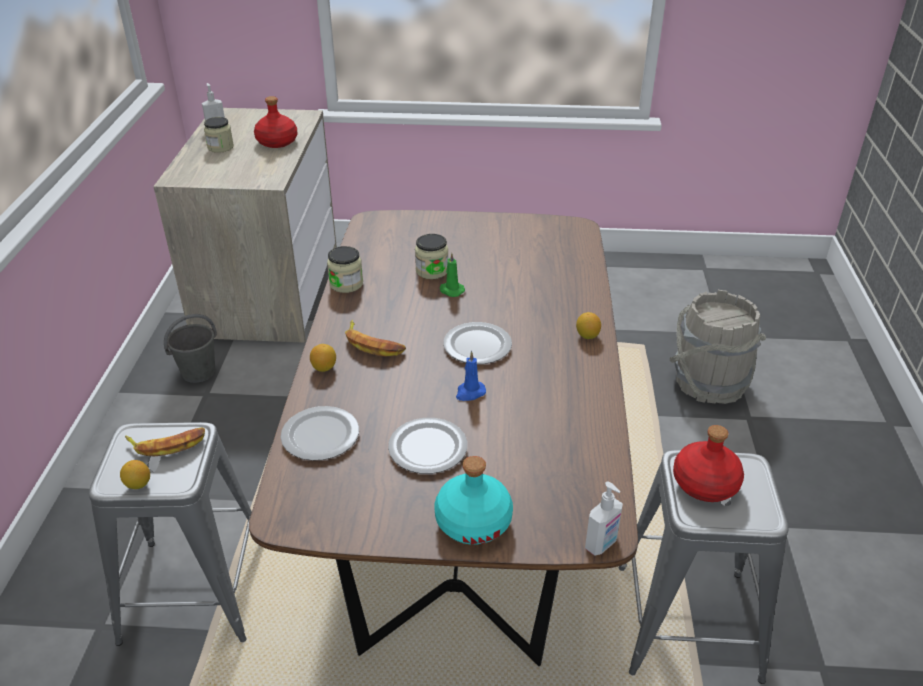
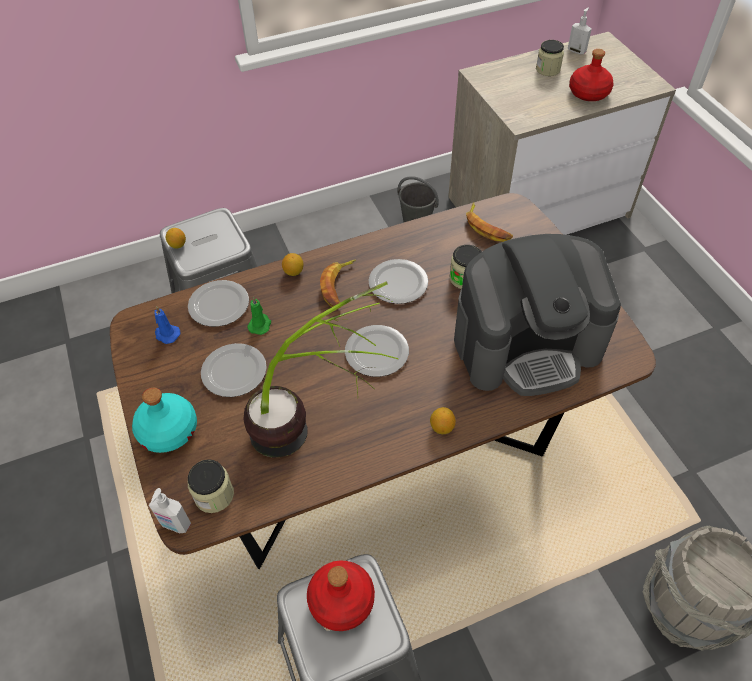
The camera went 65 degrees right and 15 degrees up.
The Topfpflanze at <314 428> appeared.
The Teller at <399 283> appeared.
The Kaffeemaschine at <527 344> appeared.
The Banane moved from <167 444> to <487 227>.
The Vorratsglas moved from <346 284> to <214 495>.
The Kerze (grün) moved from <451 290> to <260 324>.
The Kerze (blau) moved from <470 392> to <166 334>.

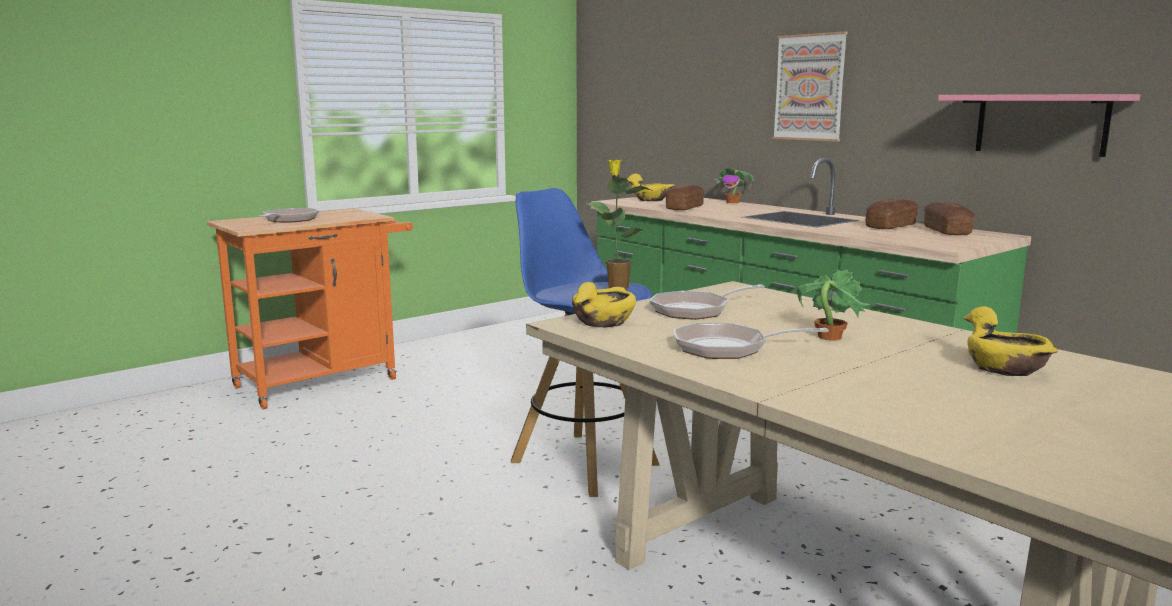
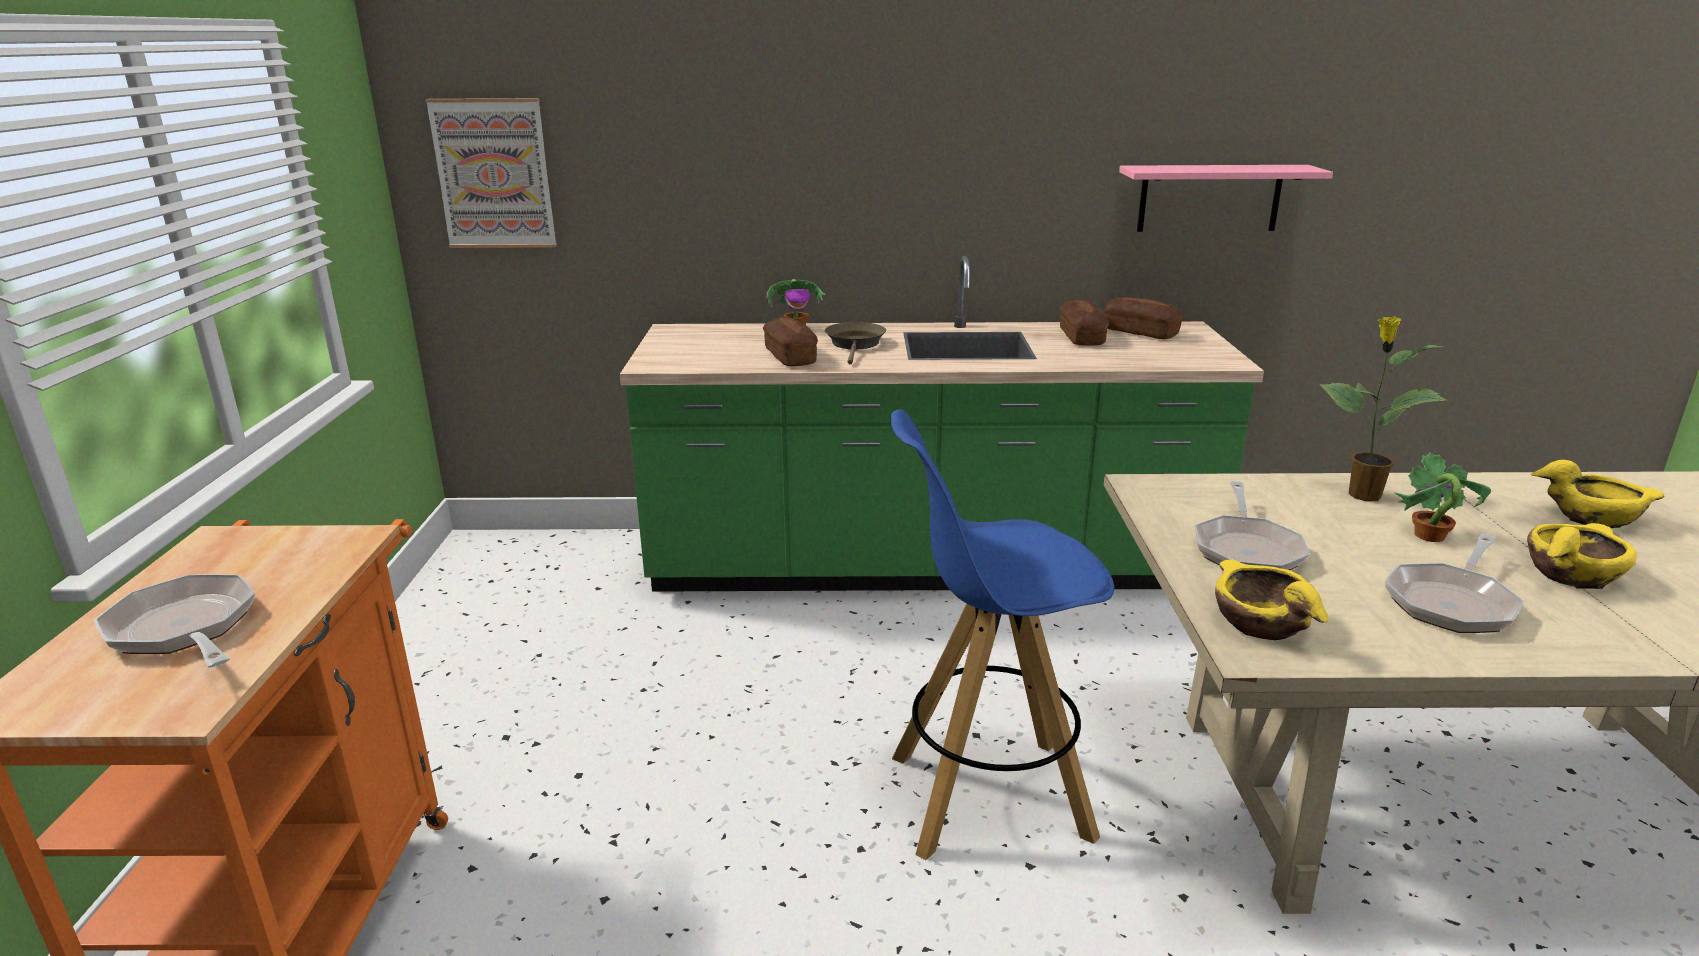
The camera went 50 degrees left and 10 degrees up.
The Pfanne (braun) at <855 345> appeared.
The Topfpflanze moved from <617 287> to <1362 495>.
The Schüssel (gelb) moved from <651 200> to <1570 574>.
The Bild moved from <810 87> to <494 174>.

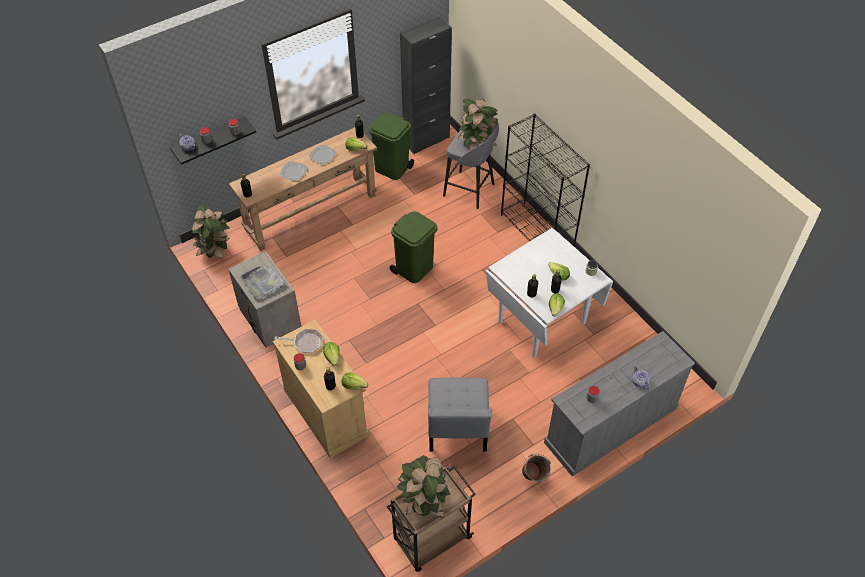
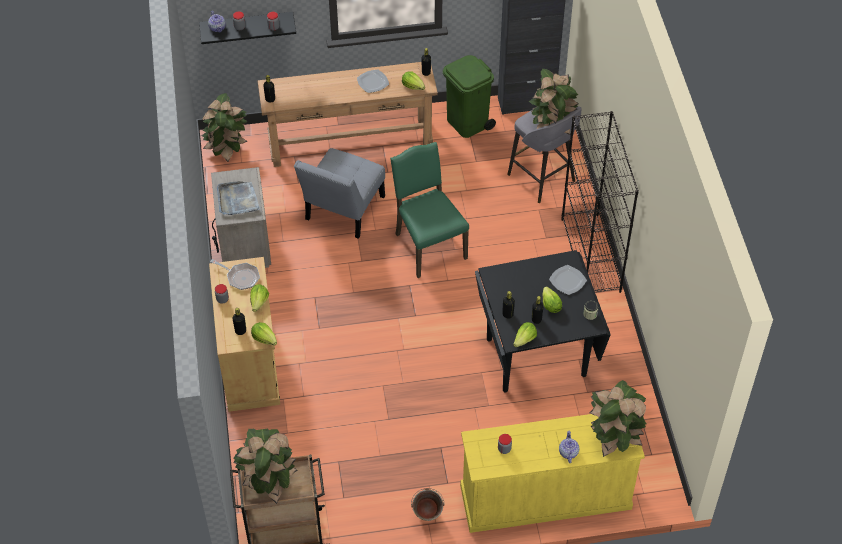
The camera went 25 degrees right and 0 degrees up.
The Topfpflanze at <613 438> appeared.
The Teller moved from <293 171> to <567 280>.
The Stuhl (grau) moved from <457 430> to <342 211>.
The Mülleimer (grün) at <414 268> was replaced by the Stuhl (grün) at <428 245>.
The Esstisch (weiß) at <542 322> became the Esstisch (schwarz) at <536 357>.
The Kommode (grau) at <610 426> became the Kommode (gelb) at <544 497>.

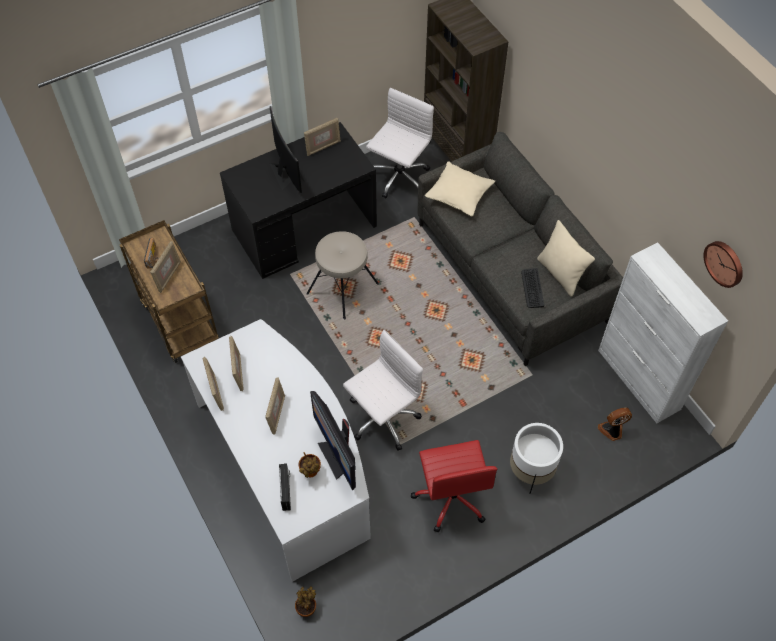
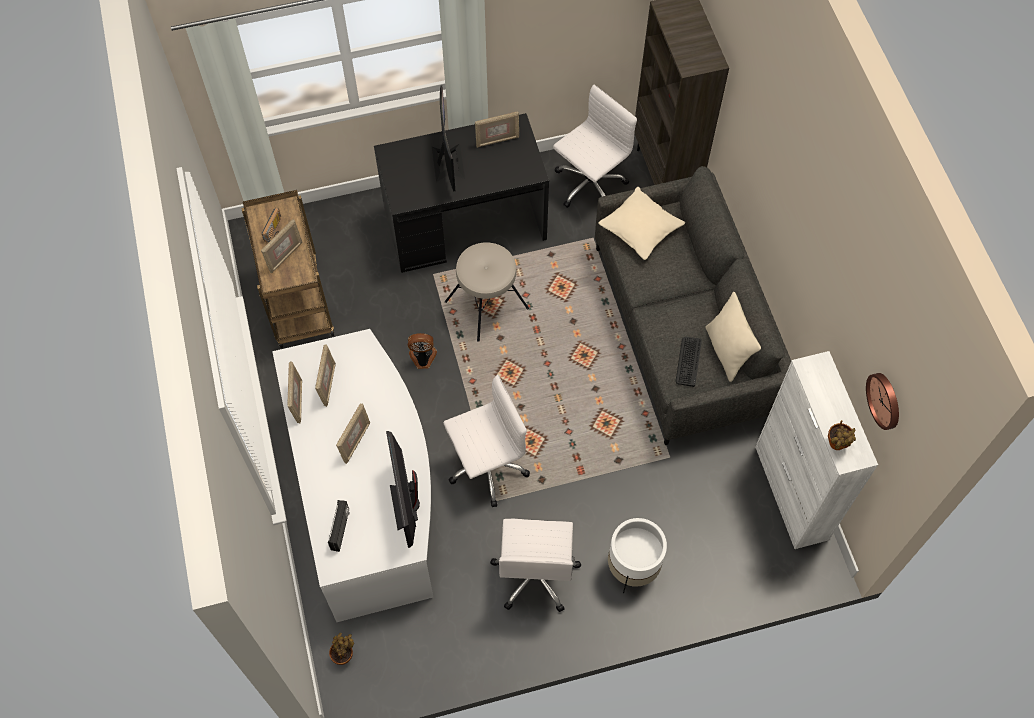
The camera went 15 degrees right and 5 degrees up.
The Topfpflanze moved from <310 473> to <836 445>.
The Ventilator moved from <612 430> to <423 358>.
The Bürostuhl (rot) at <452 497> became the Bürostuhl (weiß) at <535 574>.

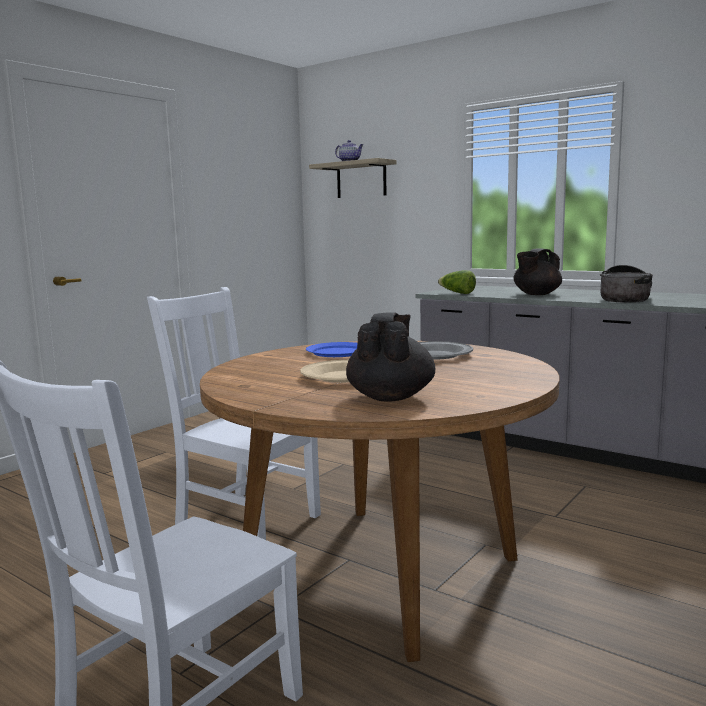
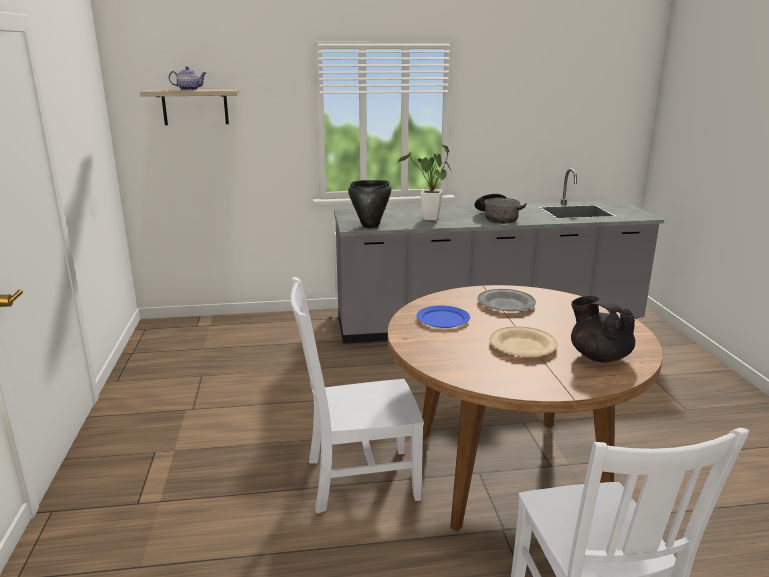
The camera went 45 degrees left and 10 degrees up.
The Salatkopf at <457 293> was replaced by the Kochtopf (schwarz) at <370 226>.
The Teekanne (schwarz) at <536 294> was replaced by the Topfpflanze at <430 219>.

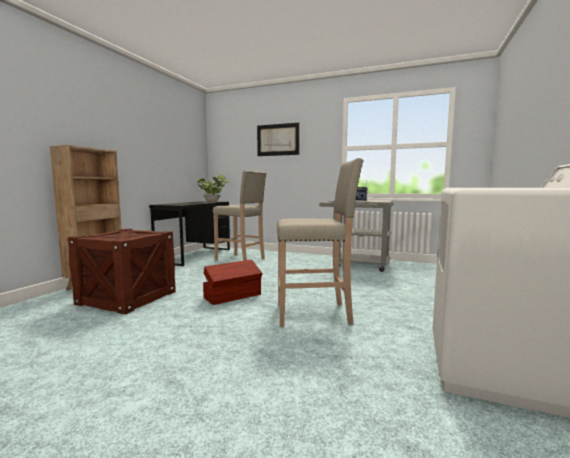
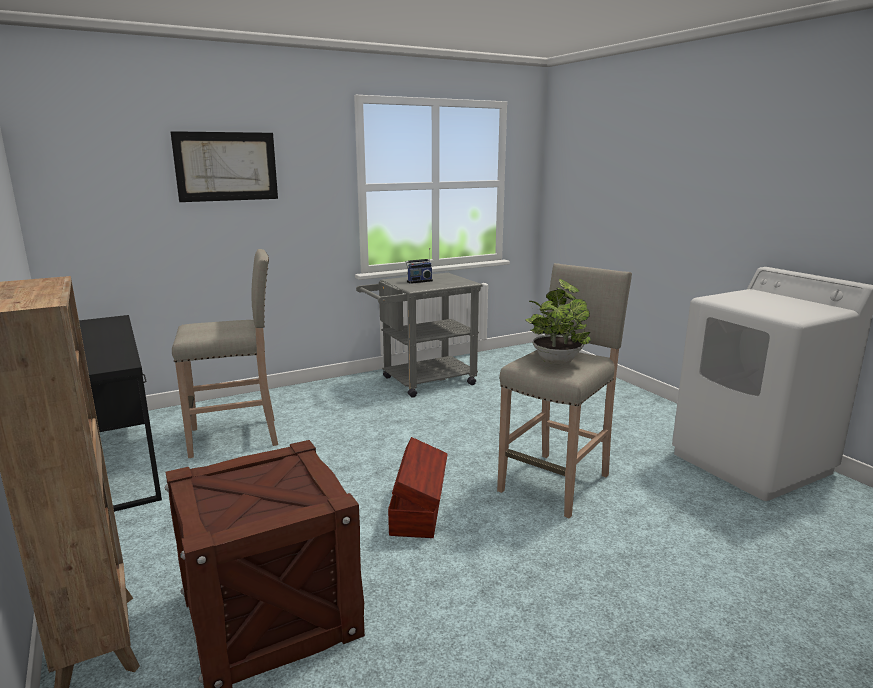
The camera went 50 degrees left and 10 degrees up.
The Topfpflanze moved from <213 201> to <556 360>.

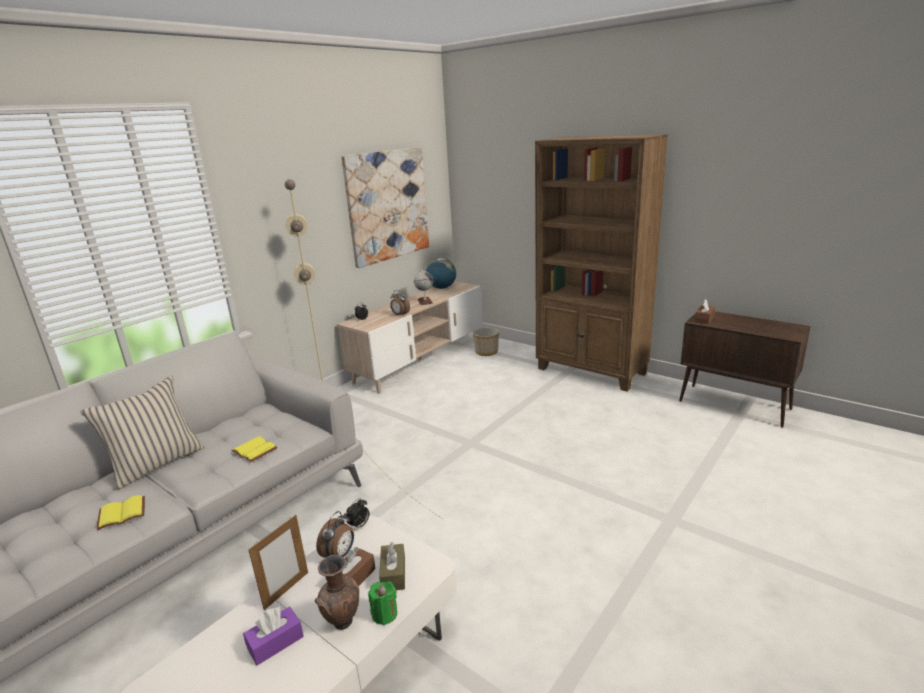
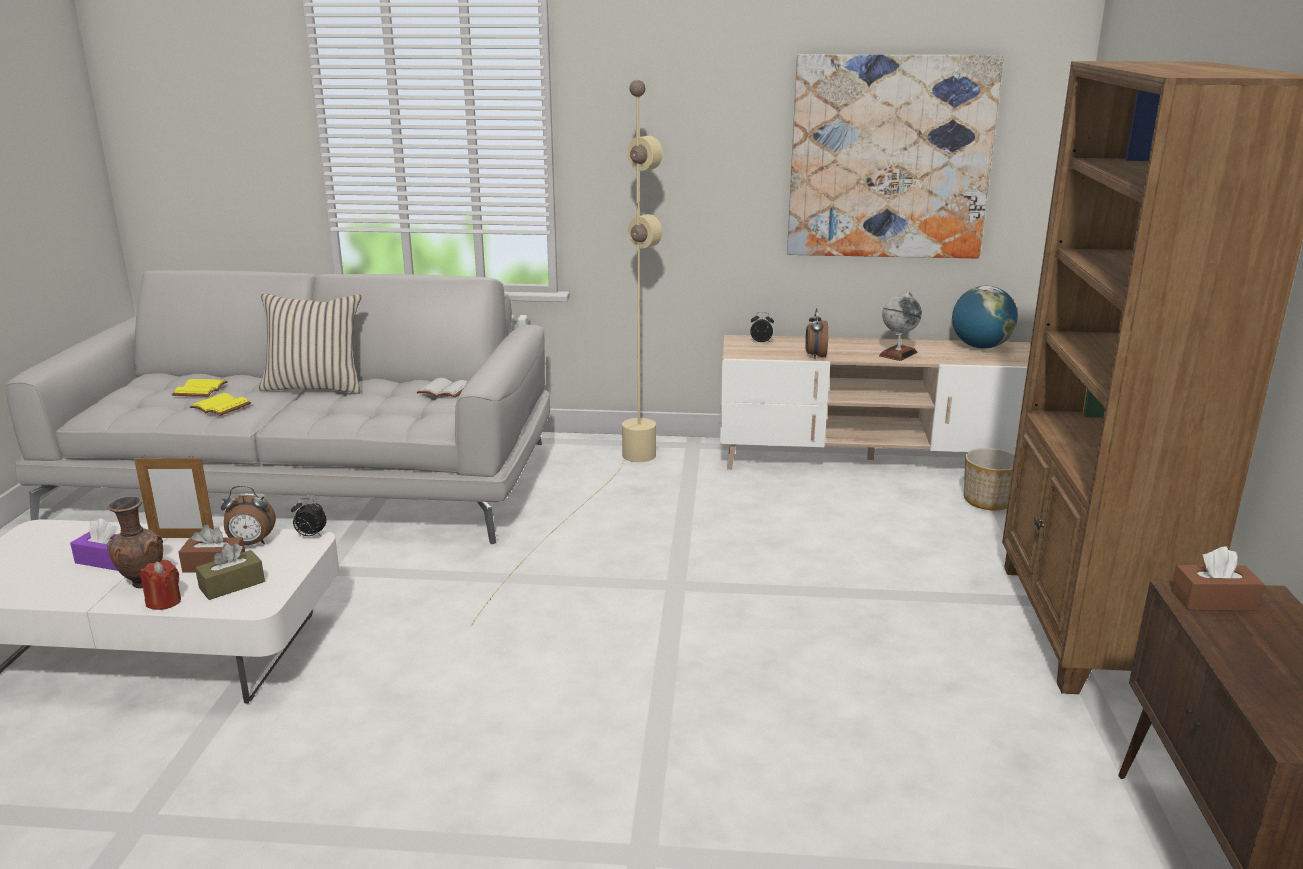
The camera went 55 degrees right and 0 degrees up.
The Buch (weiß) at <443 391> appeared.
The Buch (gelb) moved from <253 450> to <199 389>.
The Kerze (grün) at <384 614> became the Kerze (rot) at <164 602>.

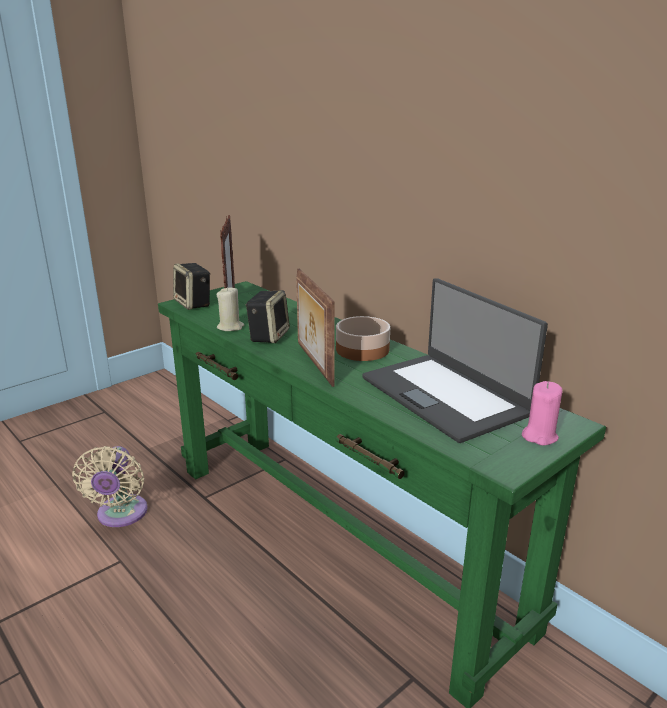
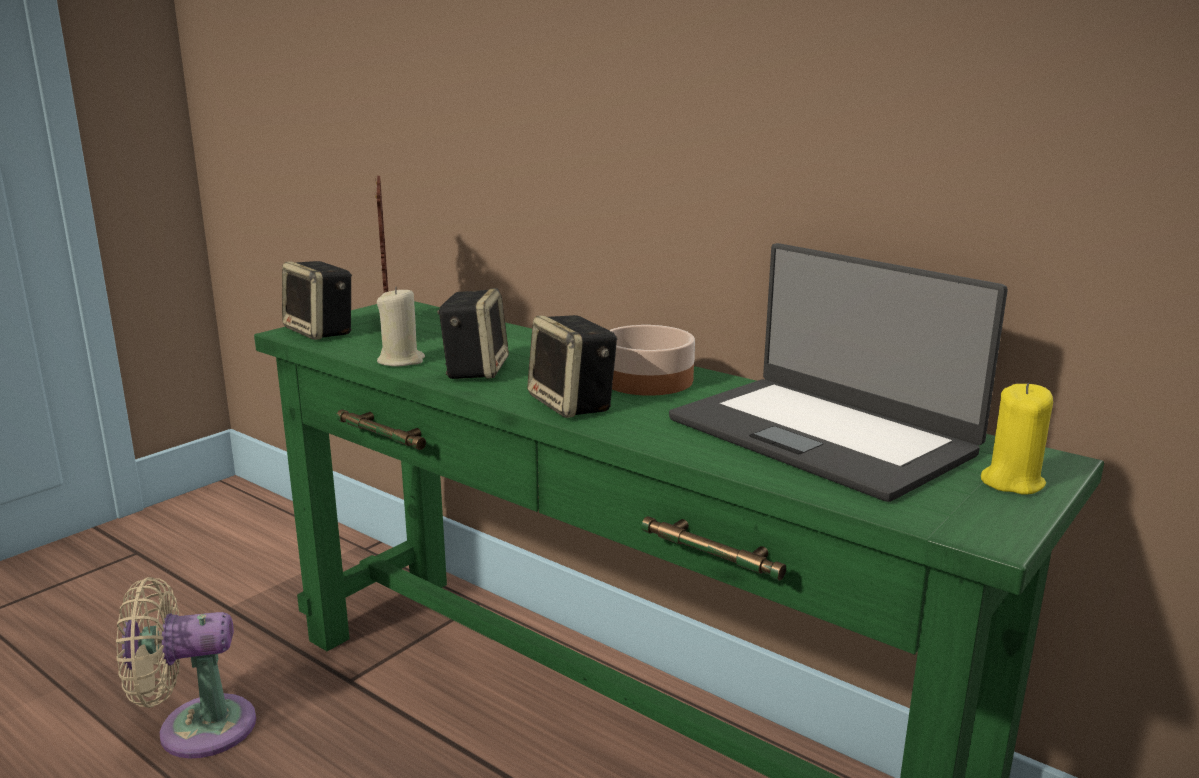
The camera went 10 degrees left and 5 degrees down.
The Bilderrahmen at <313 364> was replaced by the Lautsprecher at <573 404>.
The Kerze (rosa) at <539 436> became the Kerze (gelb) at <1011 482>.
The Ventilator (beige) at <120 515> turned 90 degrees clockwise.

